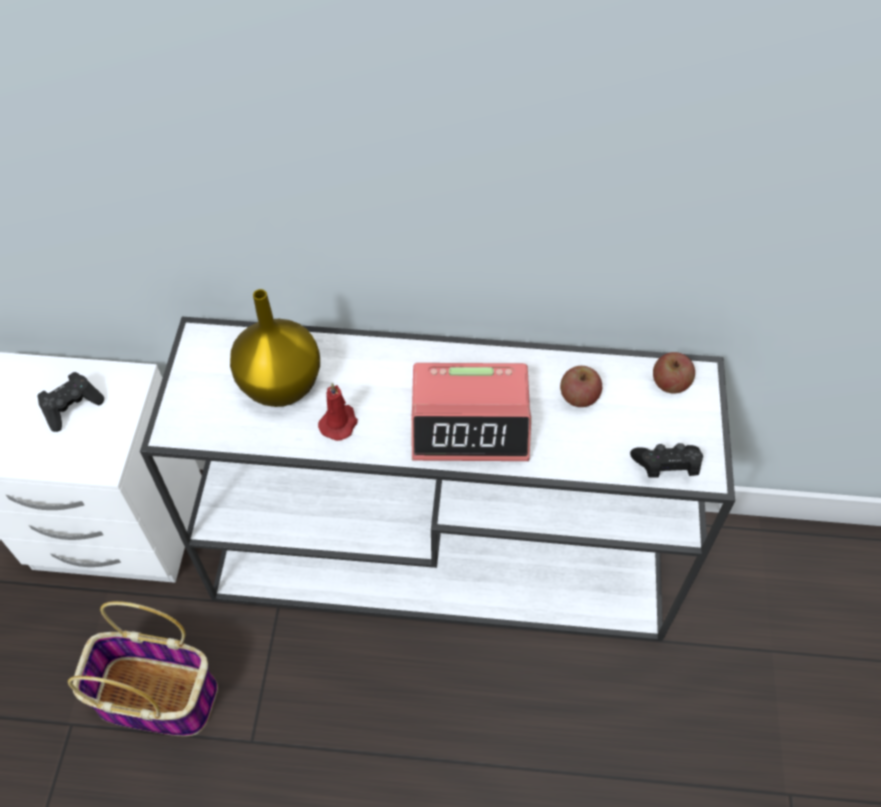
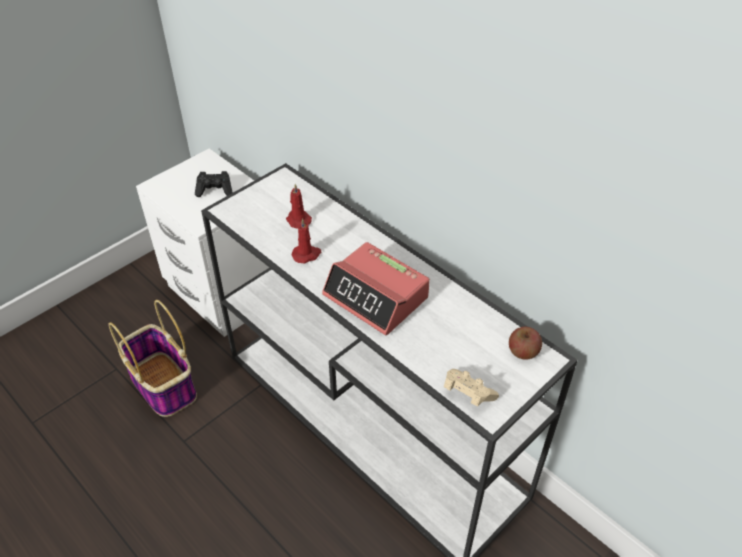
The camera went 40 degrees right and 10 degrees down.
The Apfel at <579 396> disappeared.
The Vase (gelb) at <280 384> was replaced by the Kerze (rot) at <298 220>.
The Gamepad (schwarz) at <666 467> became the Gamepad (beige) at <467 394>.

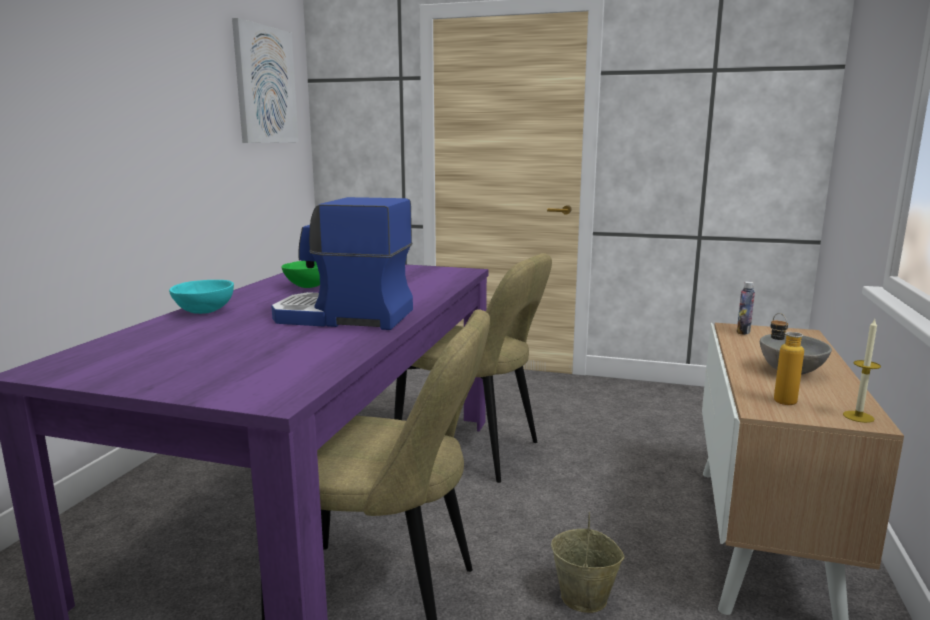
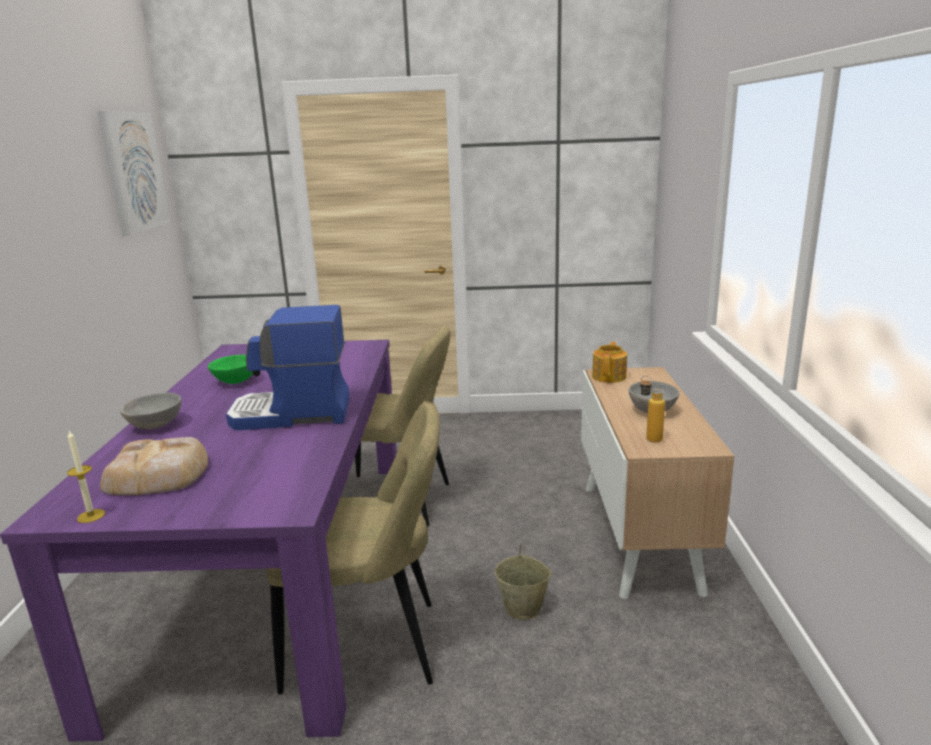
The camera went 15 degrees left and 5 degrees up.
The Brot at <159 475> appeared.
The Kerze moved from <858 416> to <91 516>.
The Flasche at <743 332> was replaced by the Teekanne at <609 376>.
The Schüssel (türkis) at <205 312> became the Schüssel (grau) at <156 426>.

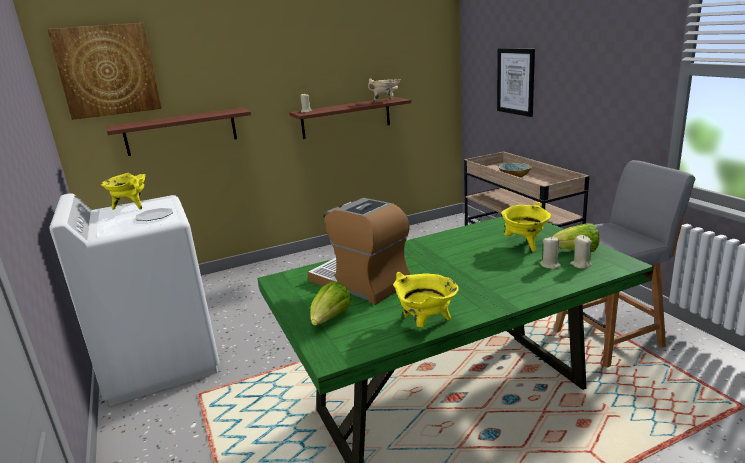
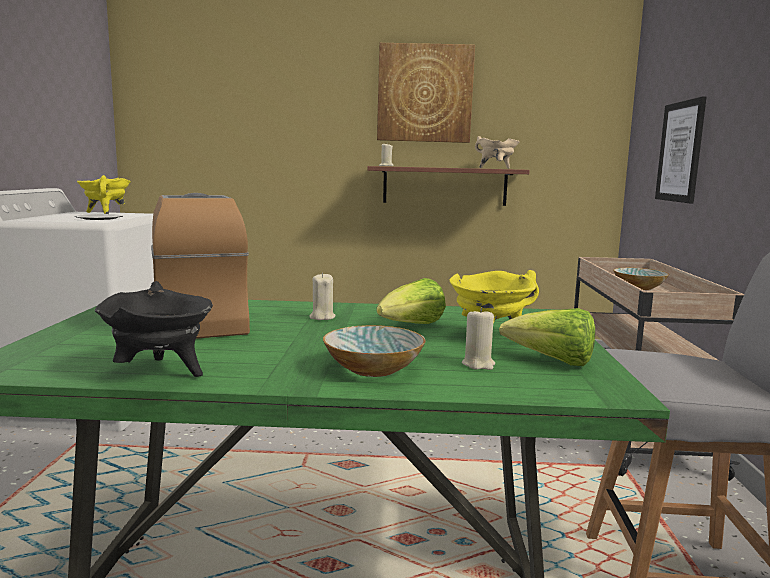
The camera went 25 degrees right and 10 degrees down.
The Wandregal at <181 131> disappeared.
The Schüssel at <375 369> appeared.
The Bild moved from <107 70> to <425 93>.
The Salatkopf moved from <330 320> to <411 326>.
The Kerze (beige) moved from <580 265> to <322 317>.
The Kochtopf (gelb) at <426 324> became the Kochtopf (schwarz) at <161 373>.

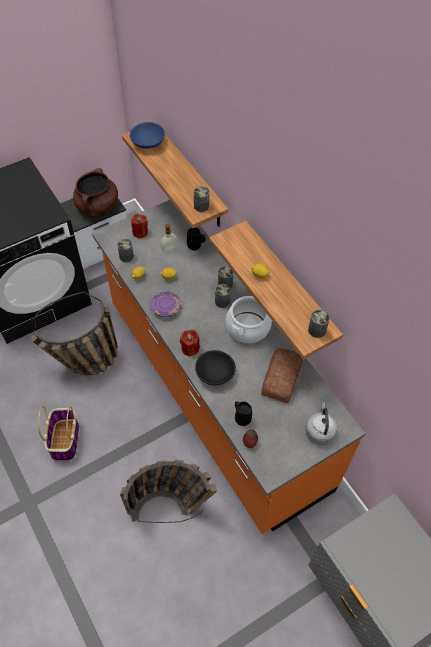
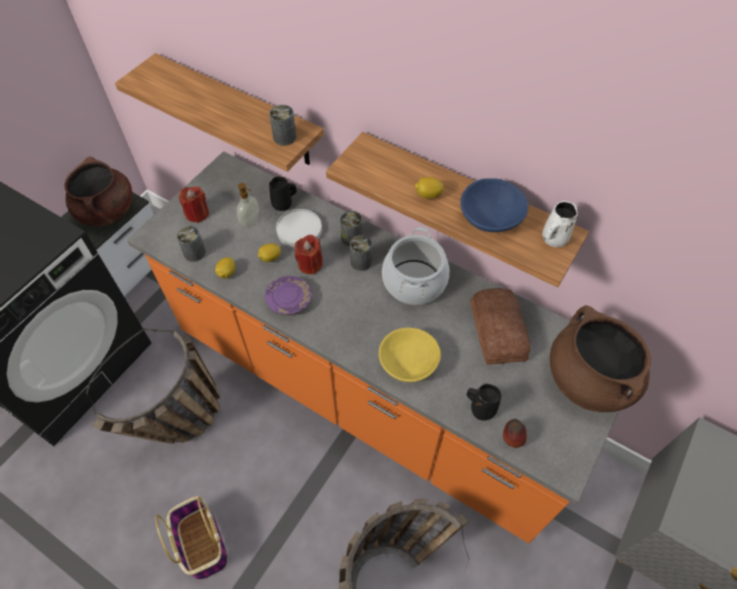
The camera went 25 degrees left and 0 degrees up.
The Teller (weiß) at <299 230> appeared.
The Schüssel (blau) moved from <148 143> to <490 218>.
The Kerze (rot) moved from <190 348> to <310 264>.
The Wasserkessel (grau) at <319 431> was replaced by the Kochtopf (braun) at <588 379>.
The Dose at <317 330> was replaced by the Henkelbecher (weiß) at <553 239>.
The Schüssel (schwarz) at <215 374> became the Schüssel (gelb) at <408 363>.

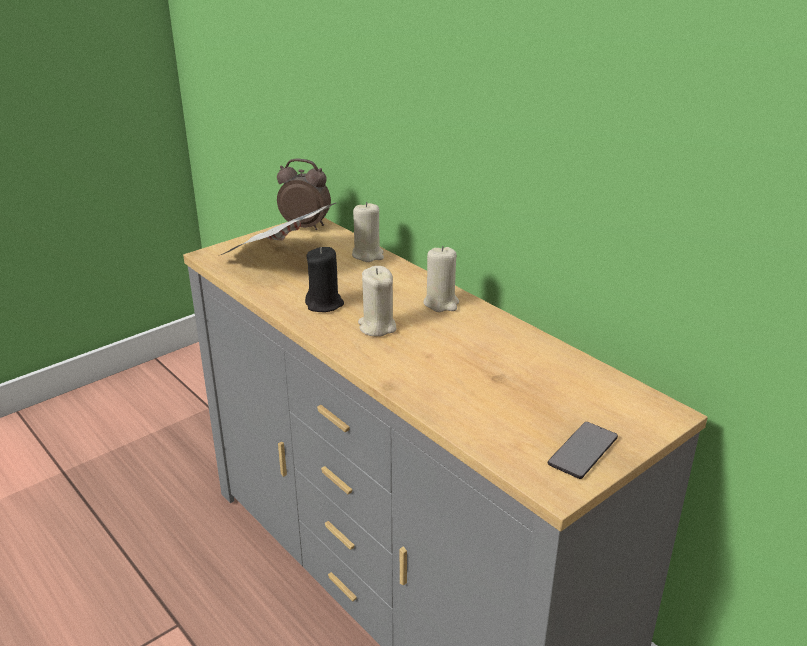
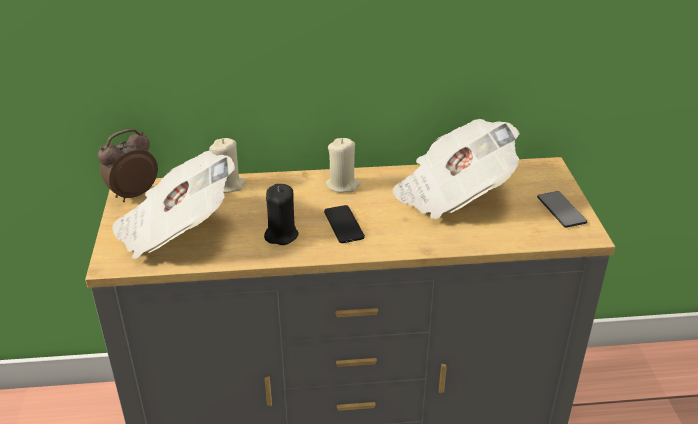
The camera went 55 degrees left and 5 degrees up.
The Zeitung at <452 194> appeared.
The Kerze (beige) at <377 327> was replaced by the Handy at <343 224>.

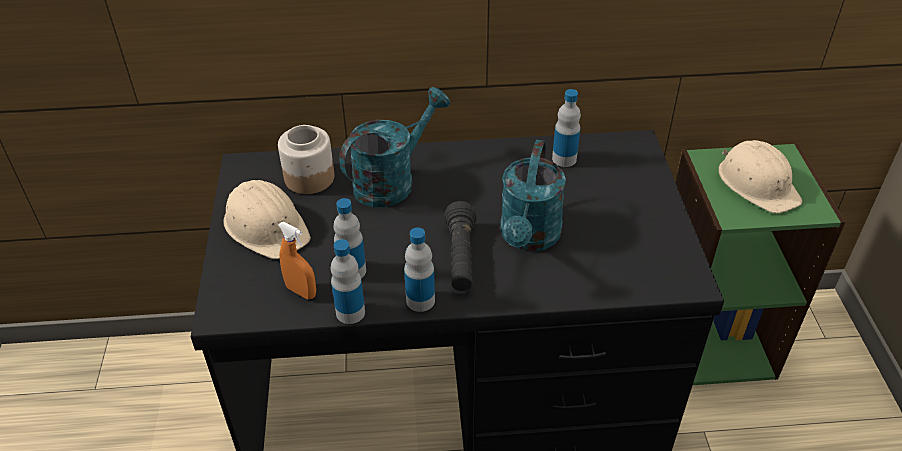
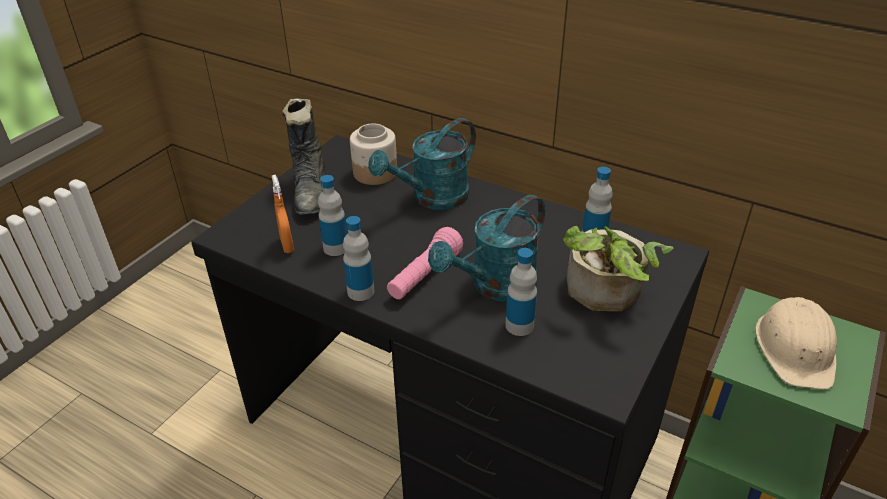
The camera went 35 degrees right and 5 degrees down.
The Topfpflanze at <605 294> appeared.
The Flasche moved from <350 312> to <519 325>.
The Schutzhelm (beige) at <266 226> was replaced by the Stiefel (schwarz) at <312 193>.
The Taschenlampe (schwarz) at <461 257> became the Taschenlampe (rosa) at <424 276>.
The Gießkanne (türkis) at <392 181> turned 150 degrees clockwise.

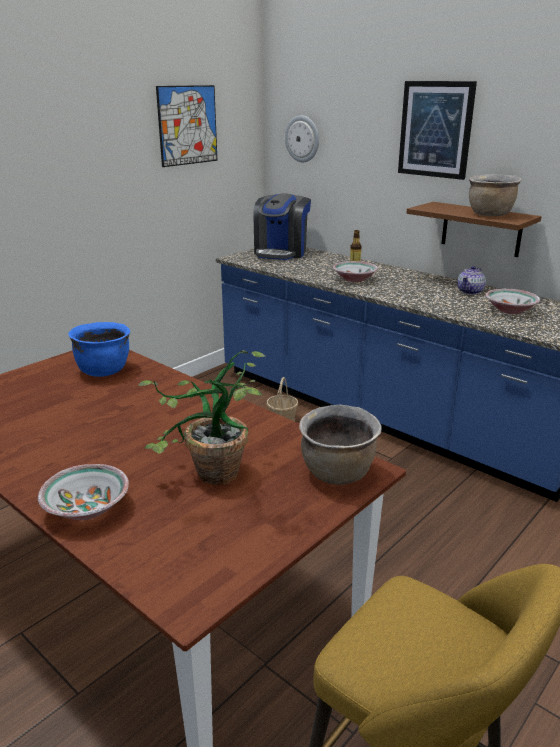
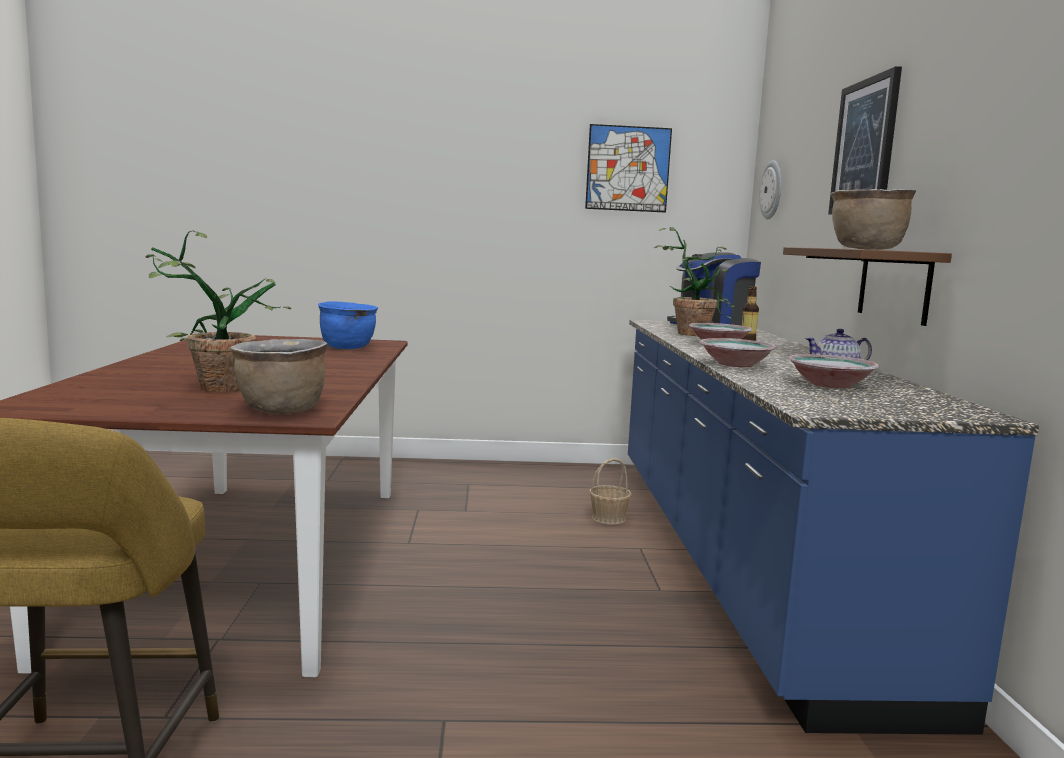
The camera went 45 degrees right and 15 degrees down.
The Topfpflanze at <693 333> appeared.
The Schüssel moved from <86 508> to <735 364>.

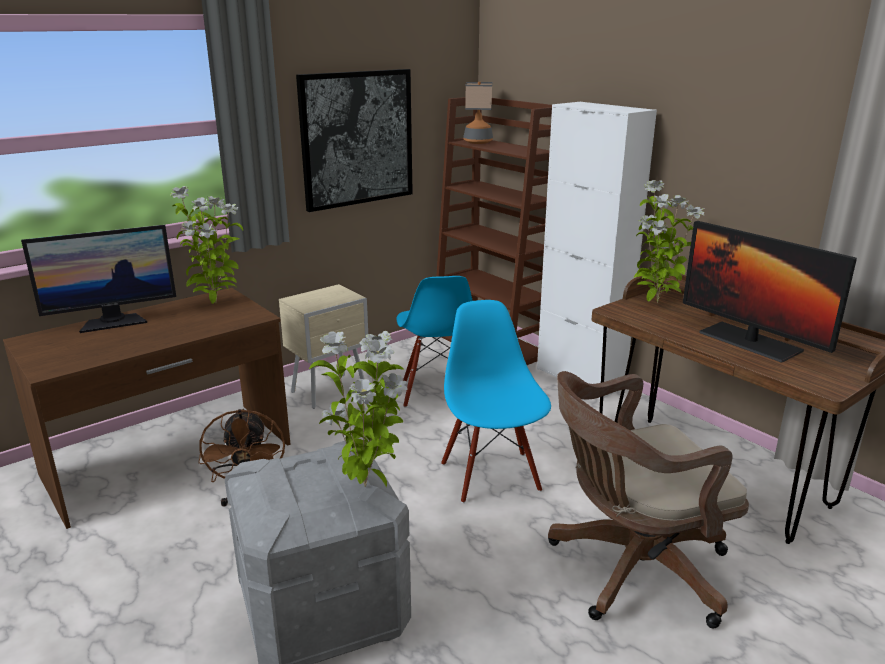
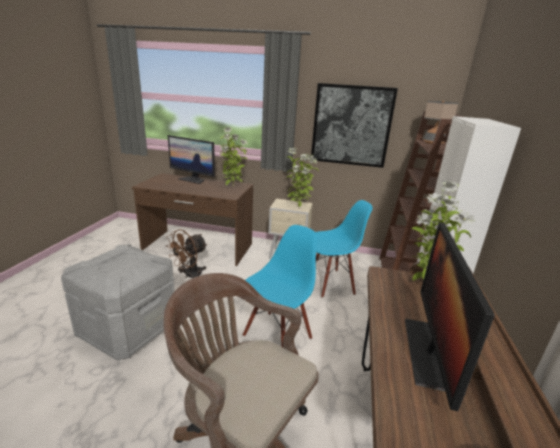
The camera went 50 degrees right and 0 degrees up.
The Topfpflanze moved from <368 487> to <298 207>.
The Stuhl (blau) at <438 392> turned 150 degrees counterclockwise.

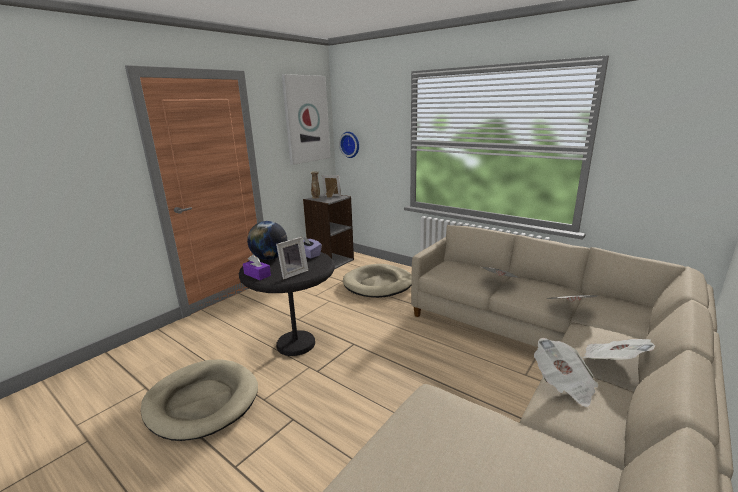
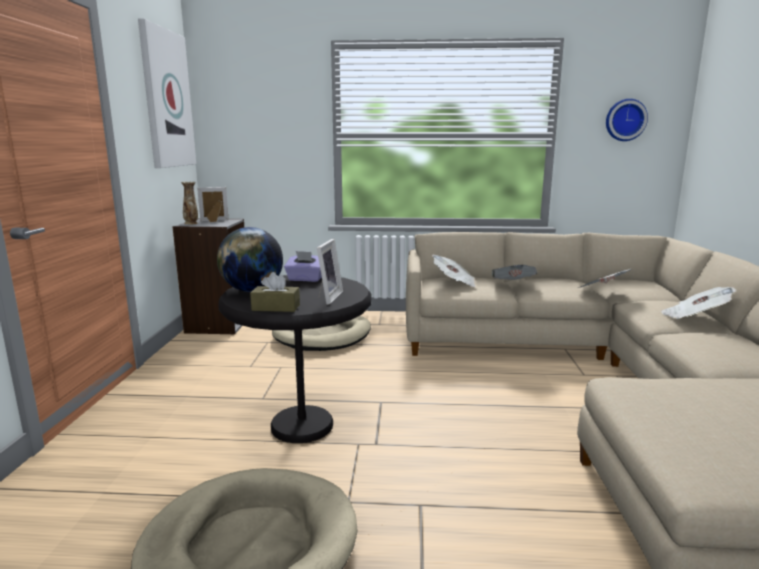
The camera went 35 degrees left and 5 degrees down.
The Wanduhr moved from <350 144> to <625 120>.
The Zeitung moved from <563 384> to <454 283>.
The Taschentuchbox (lila) at <257 274> became the Taschentuchbox (braun) at <276 307>.

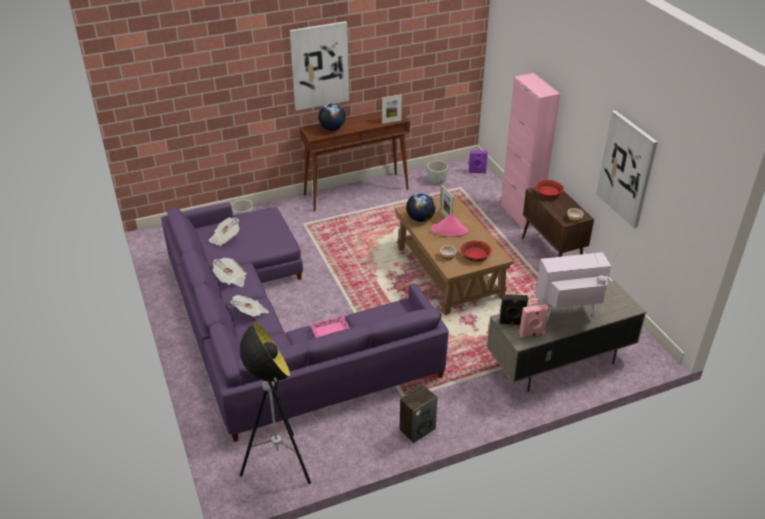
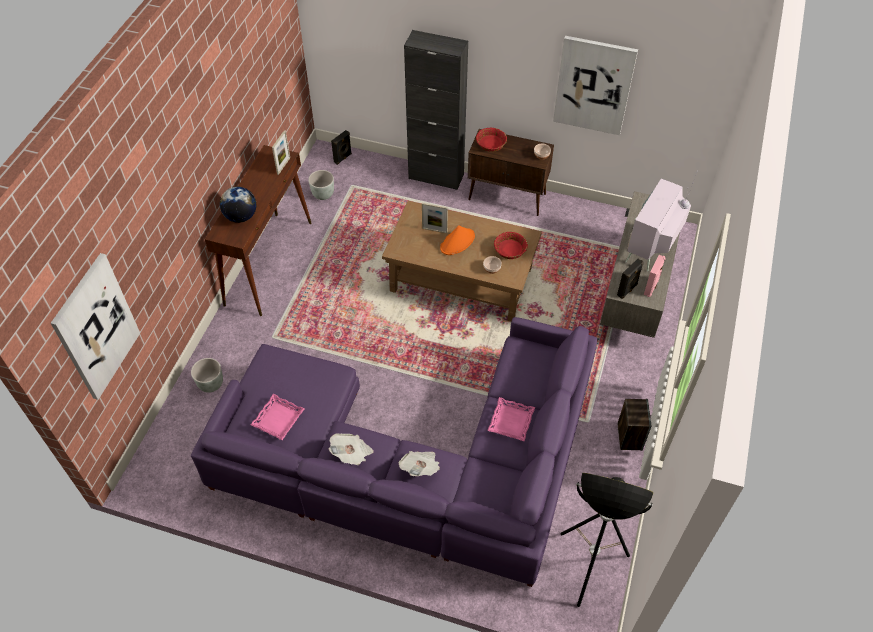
The camera went 50 degrees left and 15 degrees up.
The Globus at <420 219> disappeared.
The Bild moved from <320 65> to <96 327>.
The Zeitung at <225 238> was replaced by the Tablett (rosa) at <278 419>.
The Hut (rosa) at <449 230> became the Hut (orange) at <457 242>.
The Lautsprecher (lila) at <477 172> became the Lautsprecher (schwarz) at <343 158>.
The Schrank (rosa) at <520 215> became the Schrank (schwarz) at <436 176>.

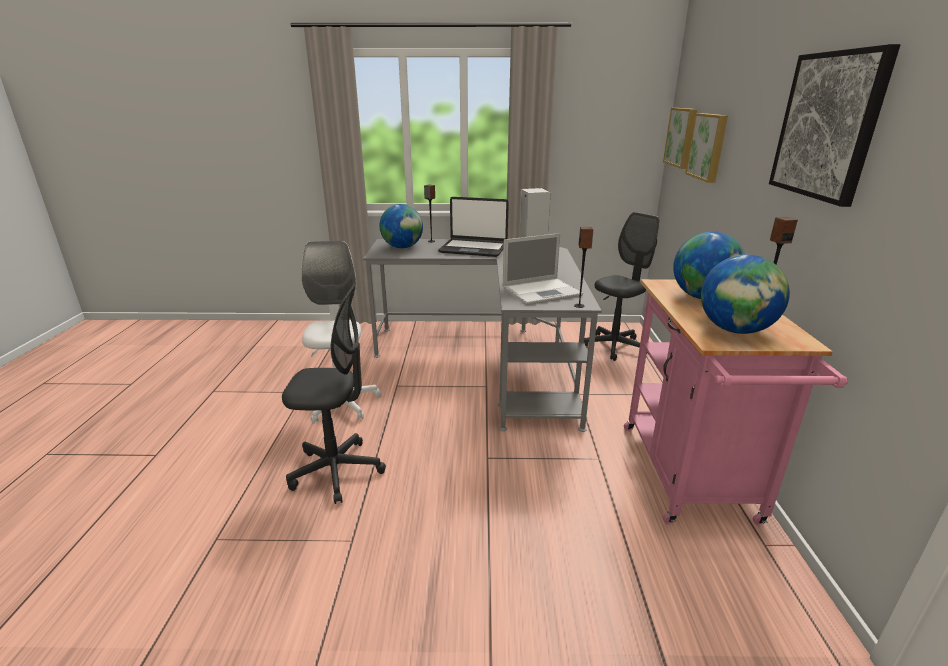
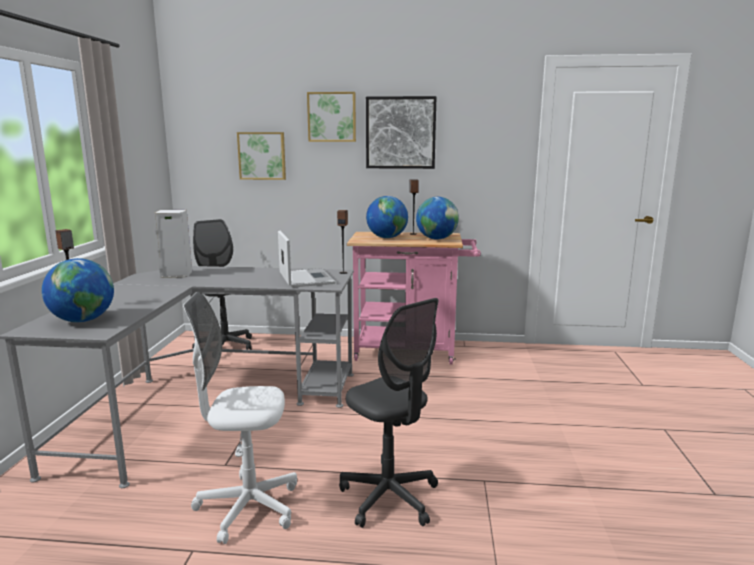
The camera went 85 degrees left and 10 degrees down.
The Laptop at <473 249> disappeared.
The Bild moved from <682 137> to <332 117>.
The Bürostuhl (grau) at <337 471> turned 135 degrees clockwise.

